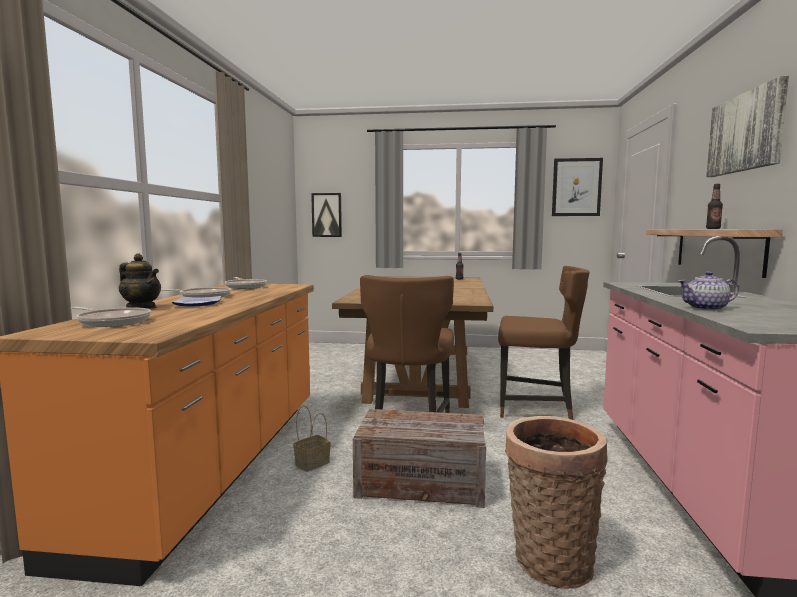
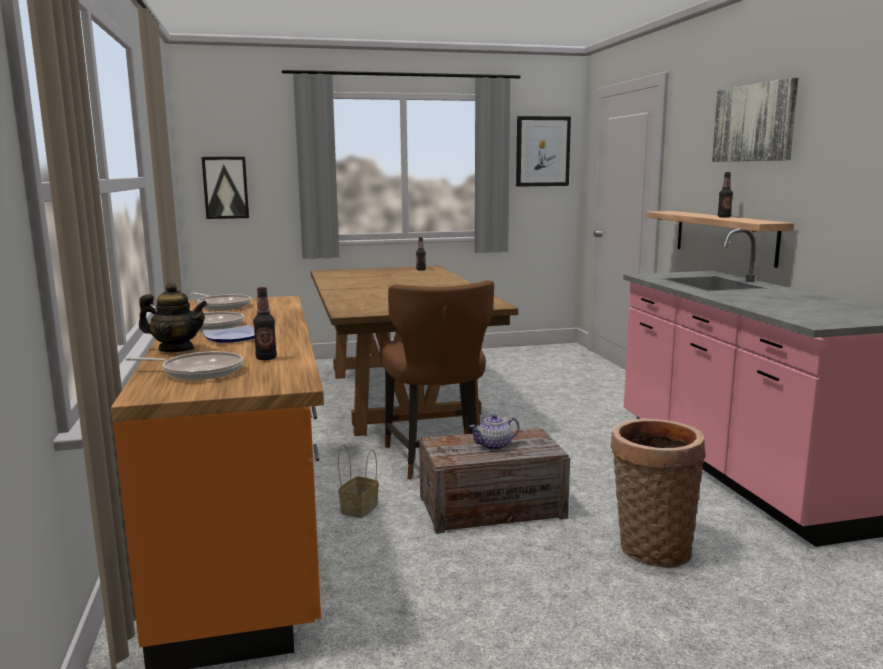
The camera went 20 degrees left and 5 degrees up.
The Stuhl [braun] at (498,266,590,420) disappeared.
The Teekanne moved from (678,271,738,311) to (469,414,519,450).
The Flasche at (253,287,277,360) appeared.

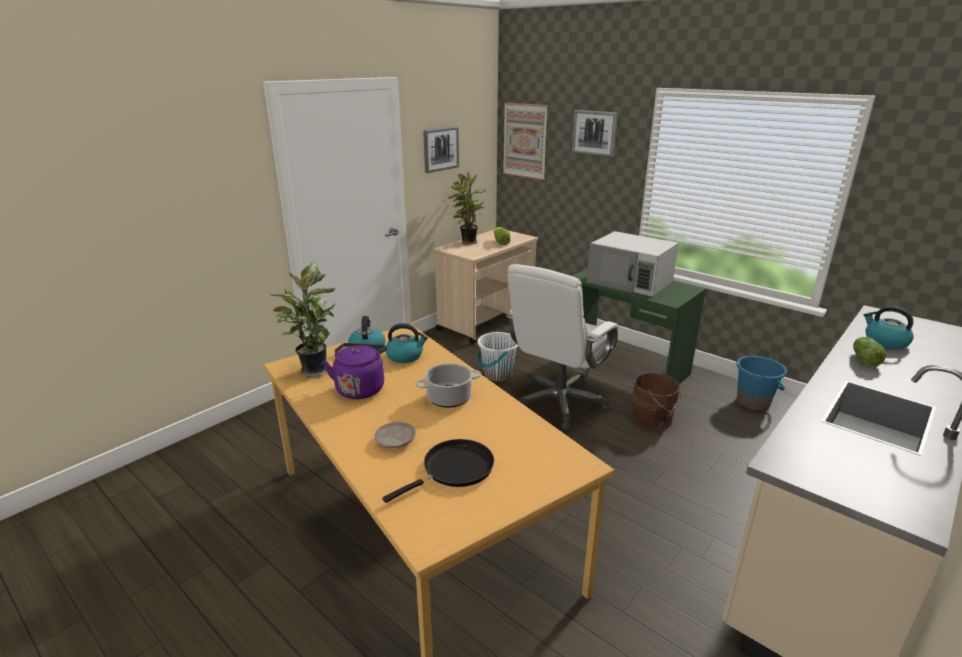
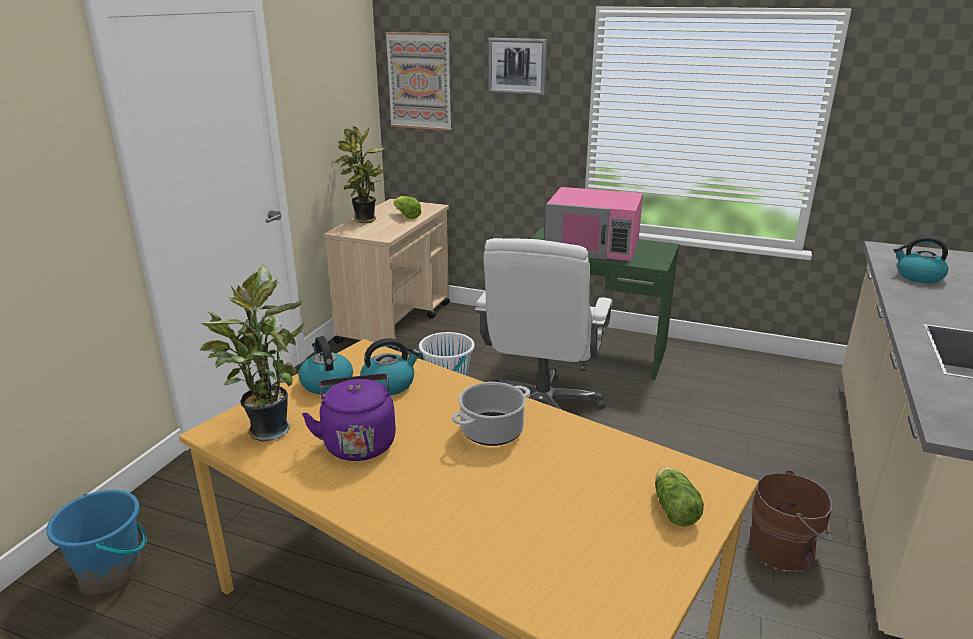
The camera went 20 degrees left and 0 degrees up.
The Bild at (423,126,459,173) disappeared.
The Mikrowelle [weiß] at (587,231,679,297) became the Mikrowelle [rosa] at (545,187,643,261).
The Salatkopf moved from (853,337,886,367) to (655,468,704,526).
The Eimer [blau] moved from (737,356,787,410) to (46,490,147,594).
The Eimer [braun] moved from (632,373,681,430) to (749,470,832,570).
The Teller [beige] at (374,422,416,448) disappeared.
The Pfanne [schwarz] at (382,439,494,503) disappeared.

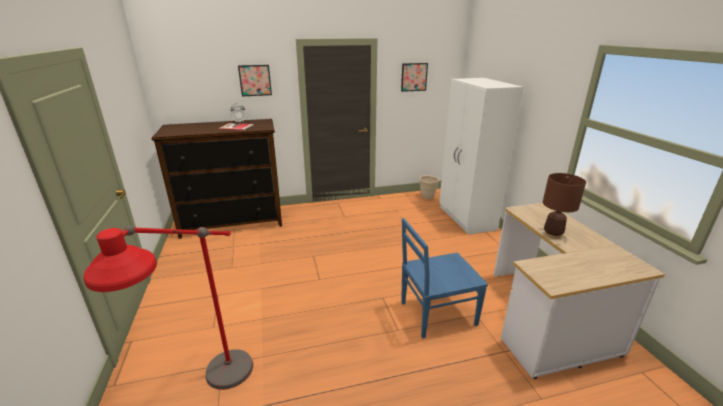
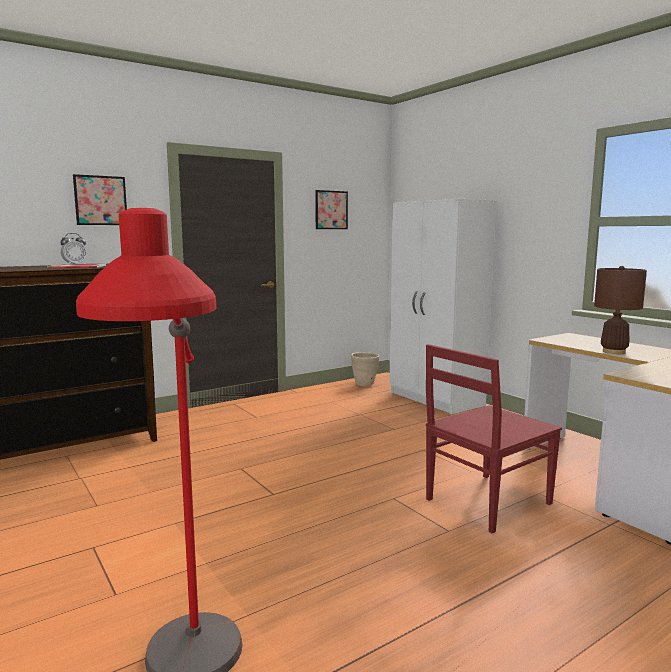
The camera went 20 degrees left and 15 degrees down.
The Stuhl [blau] at (401,218,488,339) became the Stuhl [rot] at (426,344,562,533).

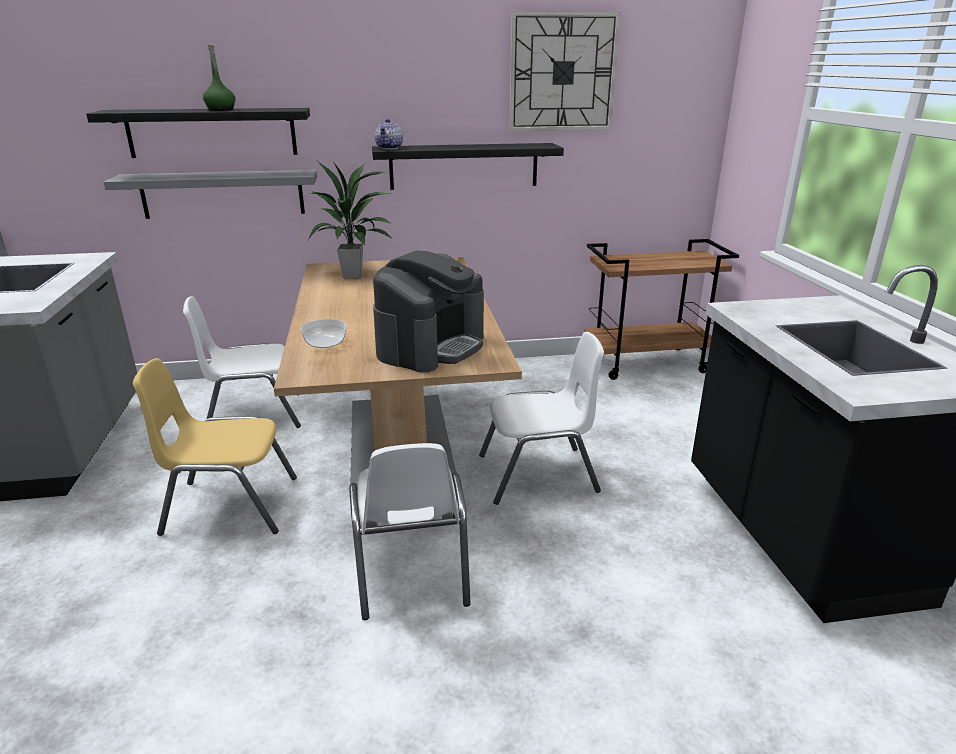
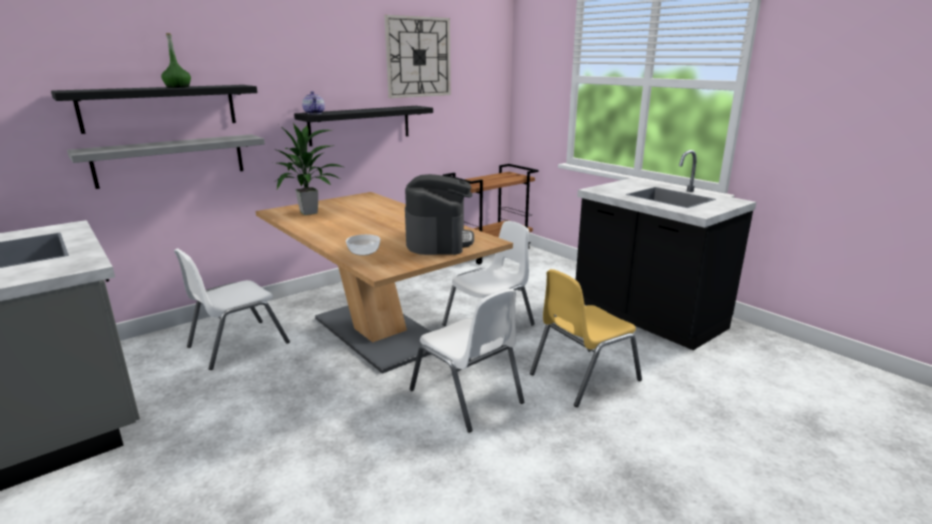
The camera went 30 degrees left and 5 degrees down.
The Stuhl [gelb] moved from (133,358,297,536) to (530,269,642,407).

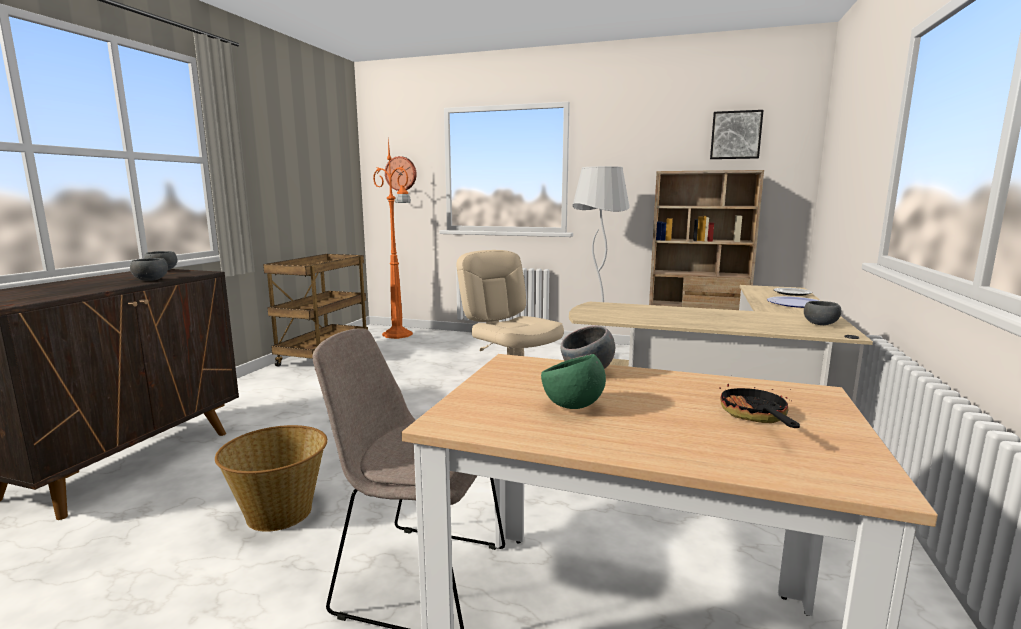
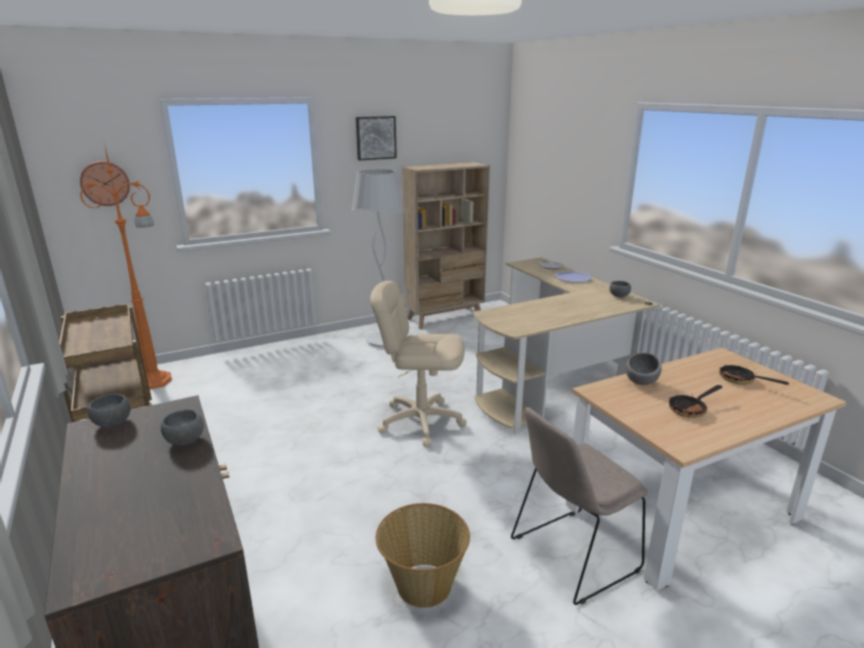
The camera went 45 degrees left and 10 degrees up.
The Bild moved from (710,110,764,159) to (356,116,397,161).
The Schüssel [grün] at (541,354,606,409) was replaced by the Pfanne at (669,385,722,418).

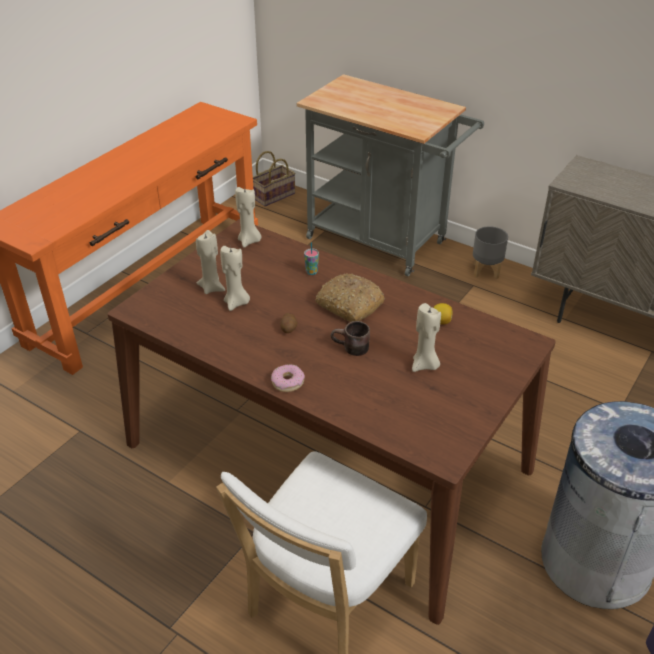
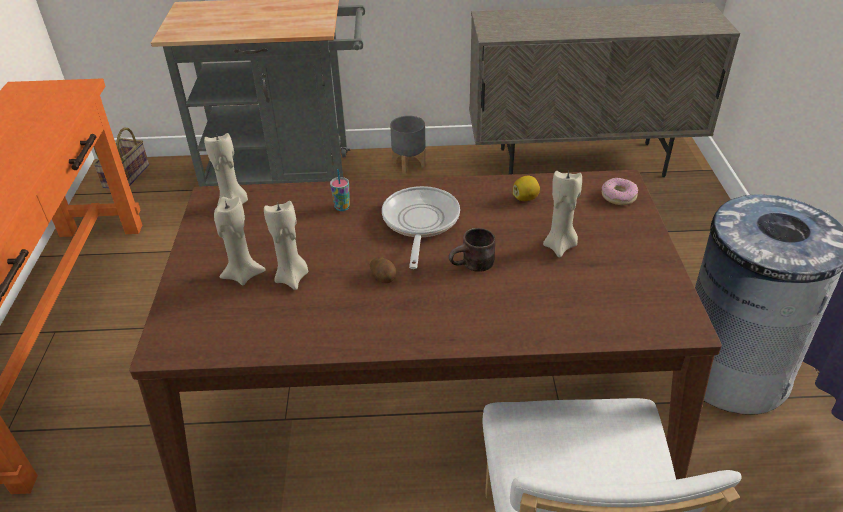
The camera went 35 degrees left and 0 degrees up.
The Brot at (315,273,385,322) was replaced by the Pfanne at (382,186,460,269).
The Donut moved from (271,364,305,392) to (602,178,638,205).

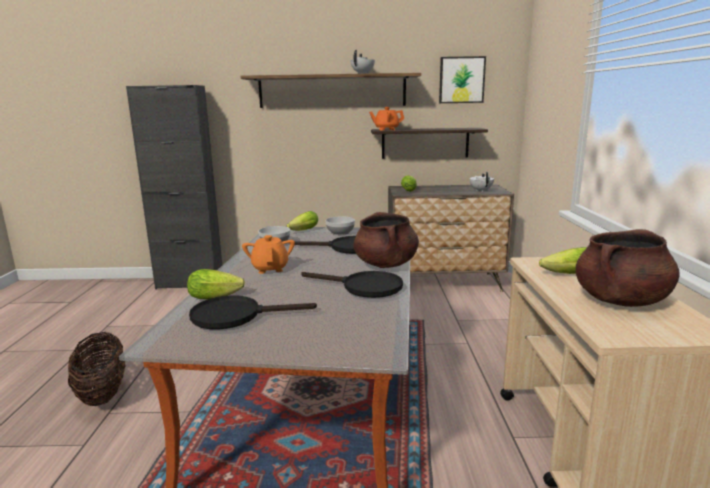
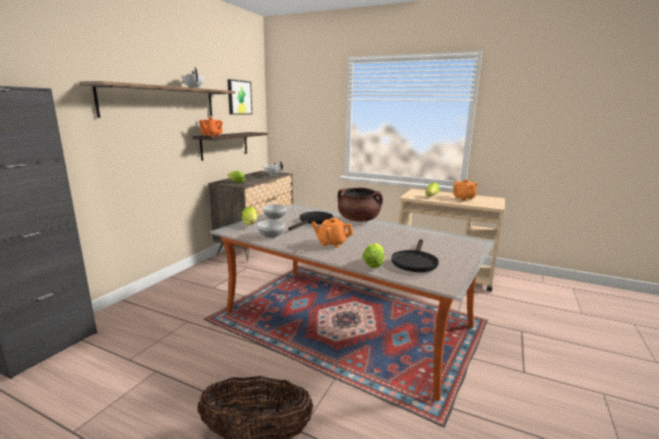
The camera went 65 degrees left and 0 degrees up.
The Kochtopf [braun] at (576,229,679,307) was replaced by the Teekanne [orange] at (453,179,478,201).
The Pfanne [schwarz] at (302,271,403,298) disappeared.

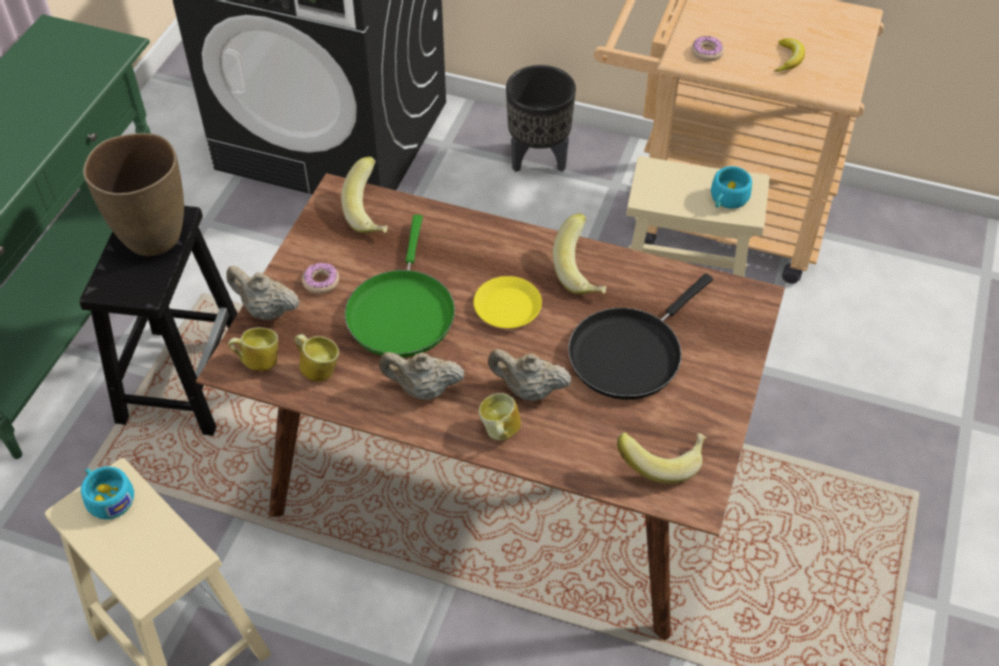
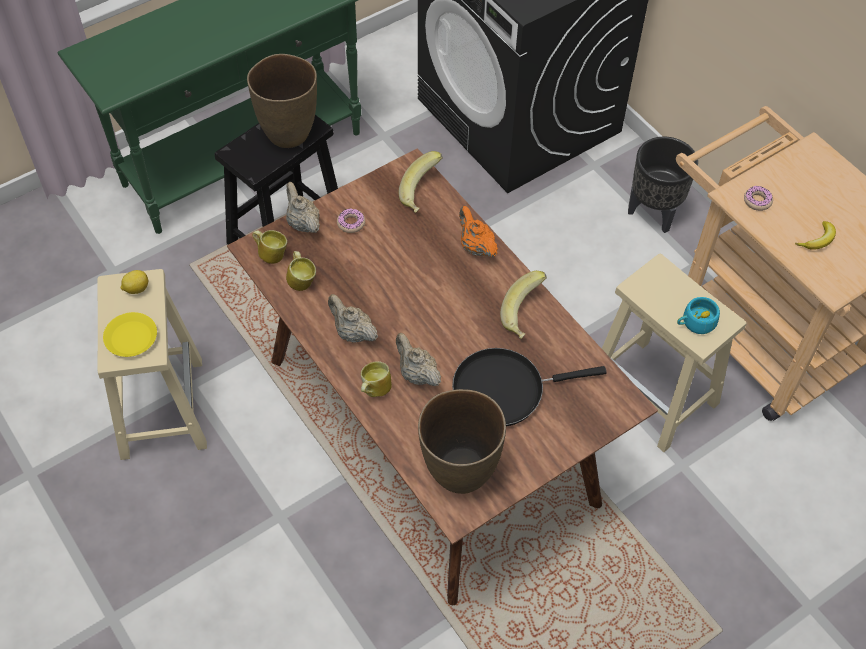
The camera went 35 degrees right and 5 degrees up.
The Pfanne [grün] at (345,214,455,358) disappeared.
The Teller [gelb] moved from (474,276,542,328) to (103,312,157,357).
The Banane at (617,433,707,484) was replaced by the Vase [braun] at (418,389,506,494).
The Tasse [türkis] at (81,466,134,519) was replaced by the Zitrone at (121,270,148,294).
The Teekanne [orange] at (459,206,498,257) appeared.

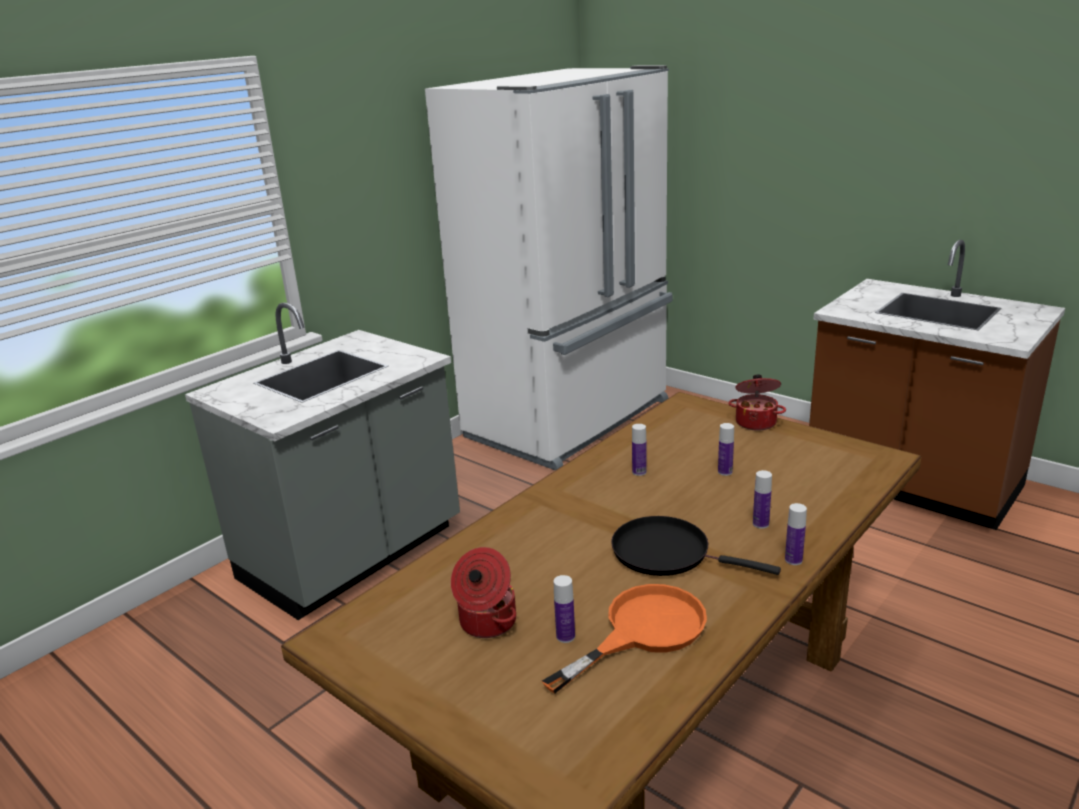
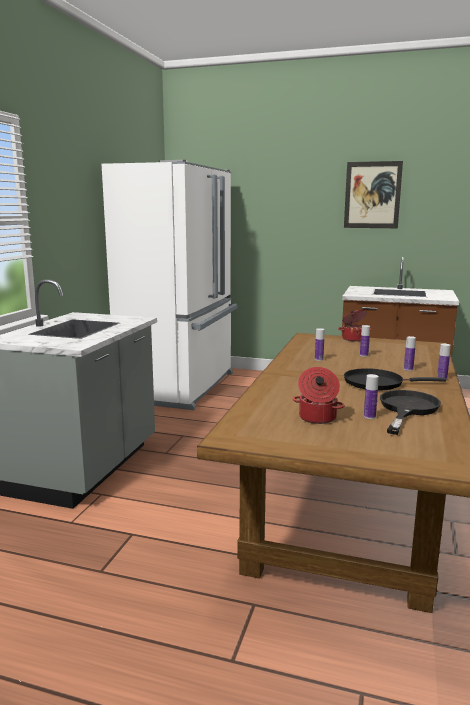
The camera went 25 degrees left and 10 degrees down.
The Pfanne [orange] at (542,584,707,694) became the Pfanne [schwarz] at (380,390,441,435).
The Bild at (344,161,403,228) appeared.

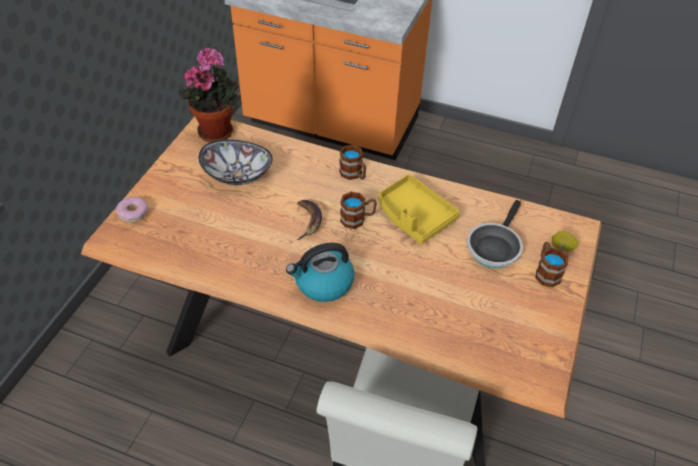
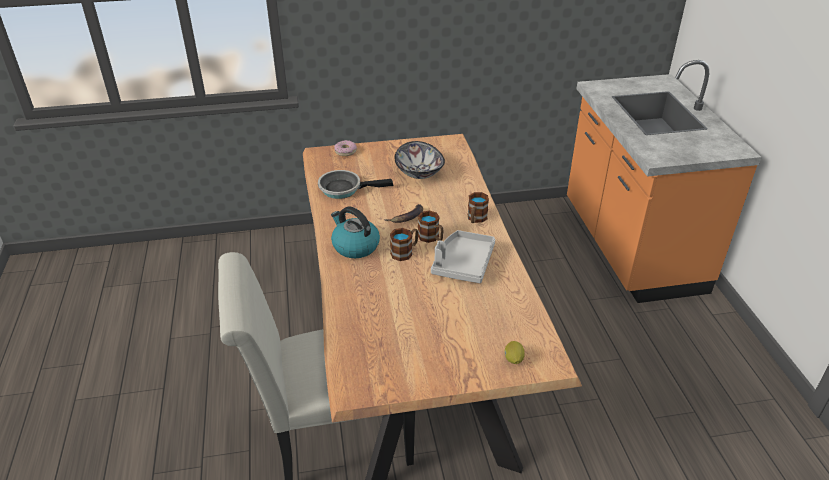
The camera went 60 degrees right and 10 degrees down.
The Topfpflanze at (179,47,241,142) disappeared.
The Tablett [gelb] at (378,174,460,244) became the Tablett [grau] at (431,230,495,283).
The Pfanne moved from (467,200,523,268) to (318,170,393,199).
The Henkelbecher moved from (536,242,568,287) to (390,228,418,261).

